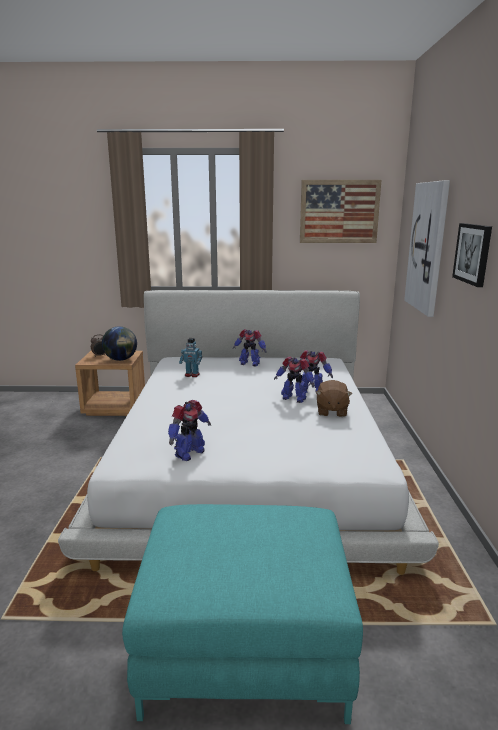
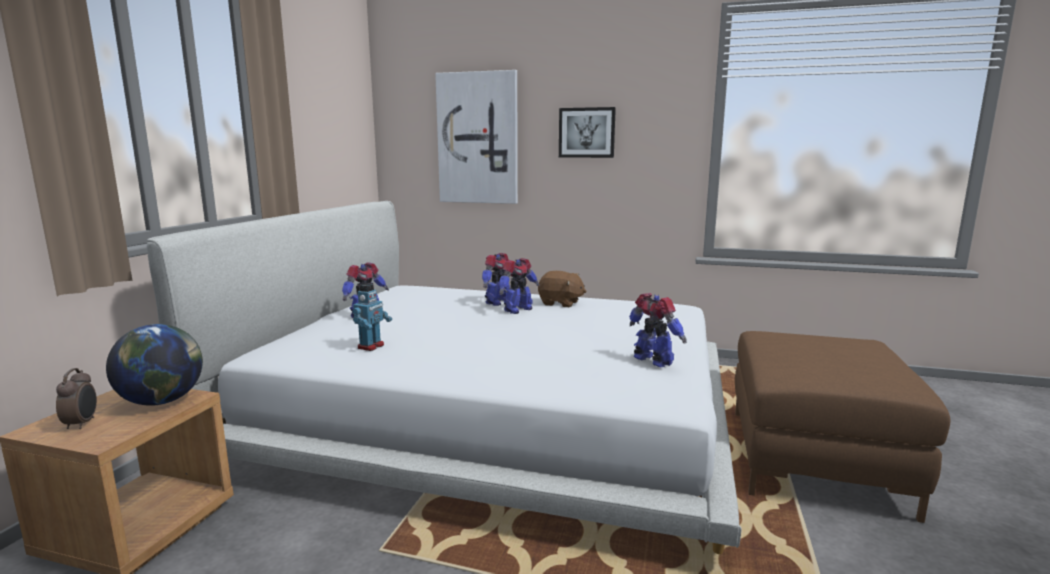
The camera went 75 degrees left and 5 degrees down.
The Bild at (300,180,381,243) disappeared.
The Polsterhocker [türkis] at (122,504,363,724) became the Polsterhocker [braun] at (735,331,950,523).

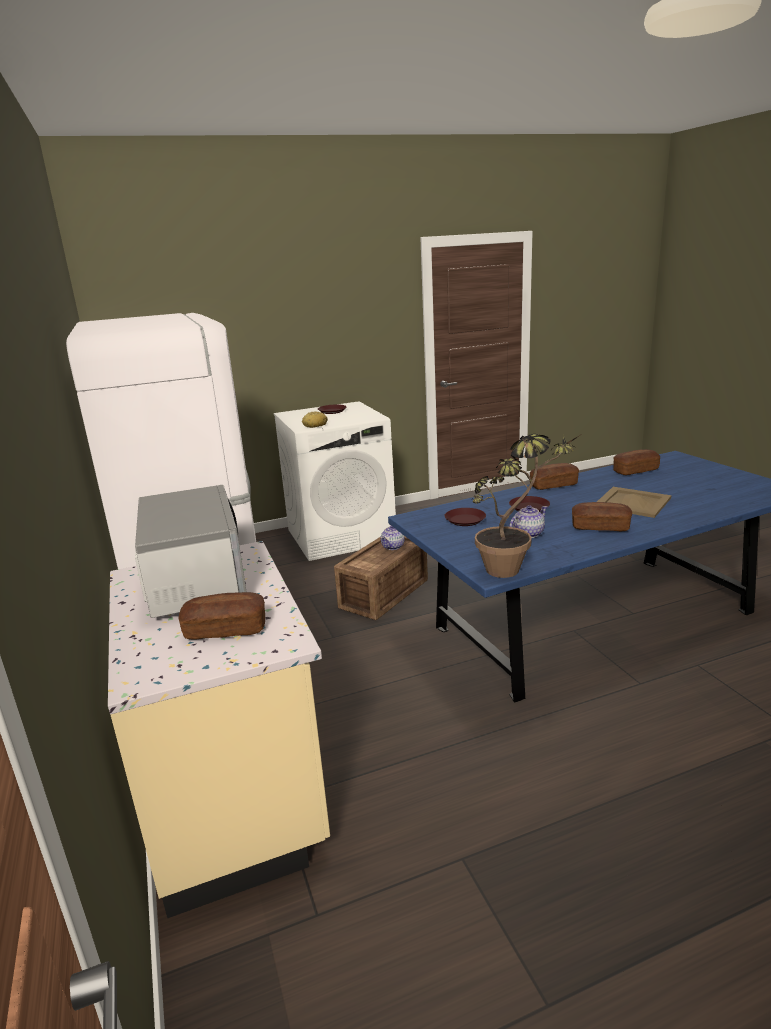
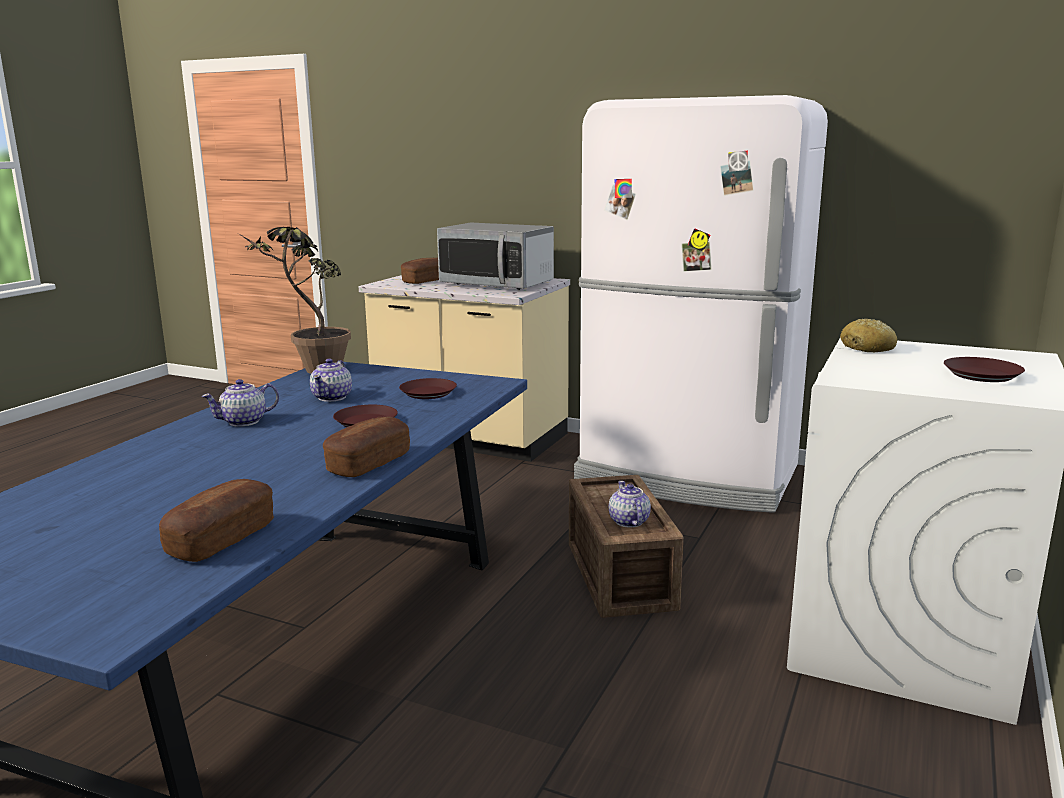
The camera went 135 degrees right and 5 degrees down.
The Tablett [beige] at (597,487,671,518) disappeared.
The Brot at (572,502,632,531) was replaced by the Teekanne at (201,379,279,427).

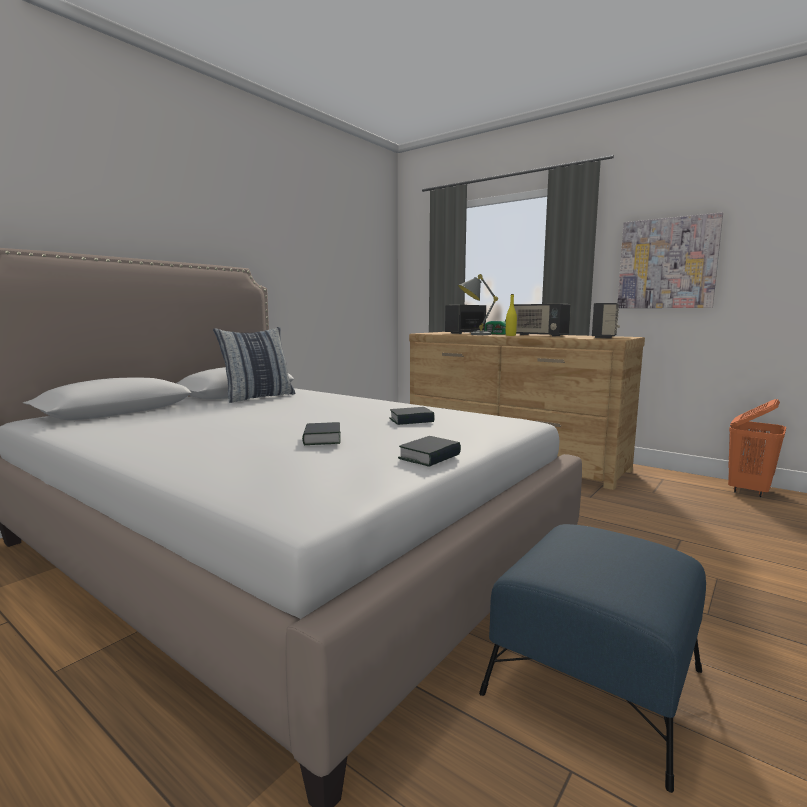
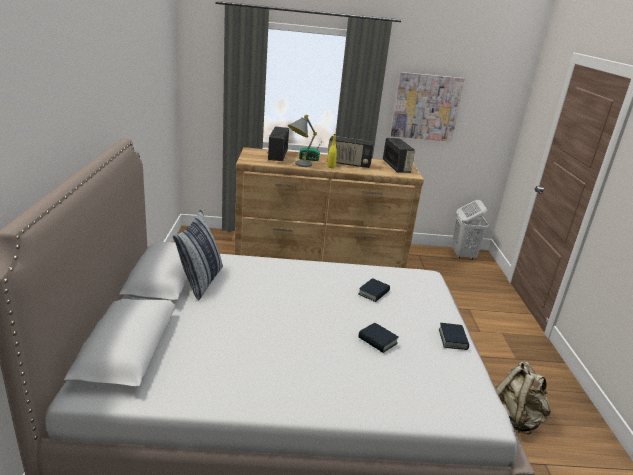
The camera went 40 degrees left and 15 degrees up.
The Wäschekorb [orange] at (728,399,786,497) became the Wäschekorb [weiß] at (452,200,489,260).
The Polsterhocker [blau] at (479,524,706,793) was replaced by the Rucksack [beige] at (496,361,551,435).

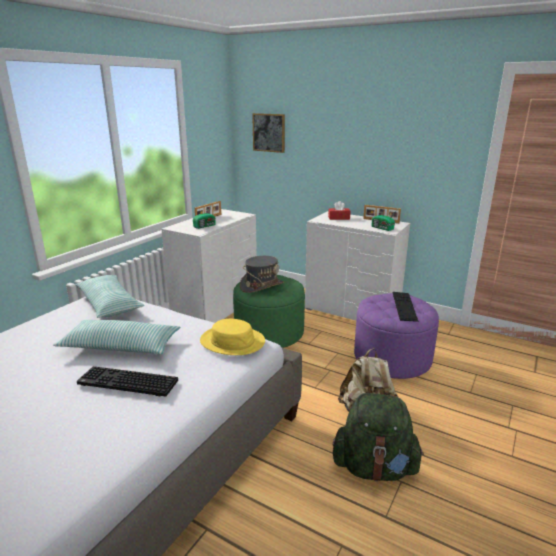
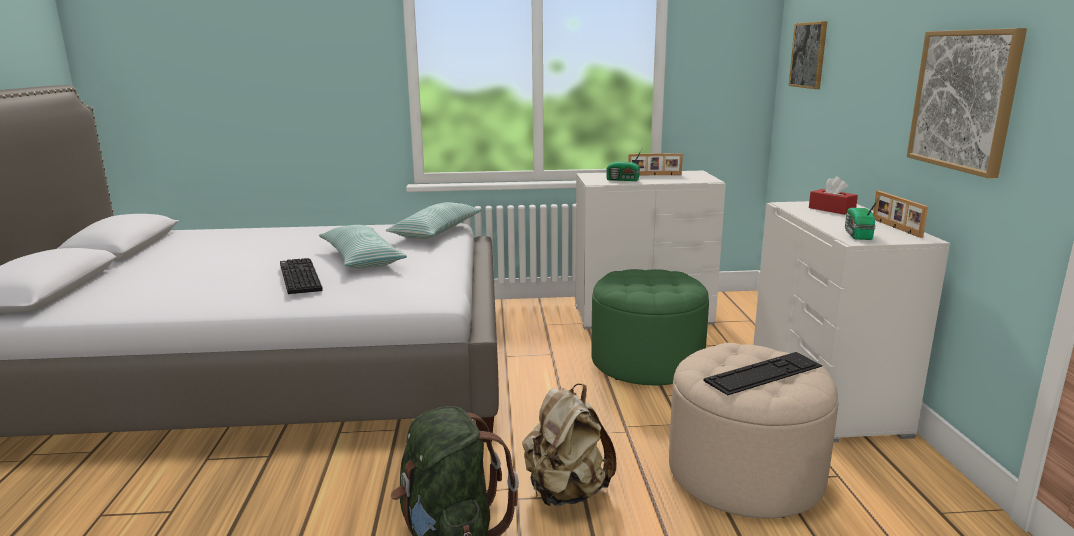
The camera went 55 degrees right and 5 degrees down.
The Hut [grau] at (240,256,284,293) disappeared.
The Polsterhocker [lila] at (354,293,439,379) became the Polsterhocker [beige] at (669,343,838,519).
The Hut [gelb] at (200,319,265,355) disappeared.
The Bild at (907,28,1027,179) appeared.

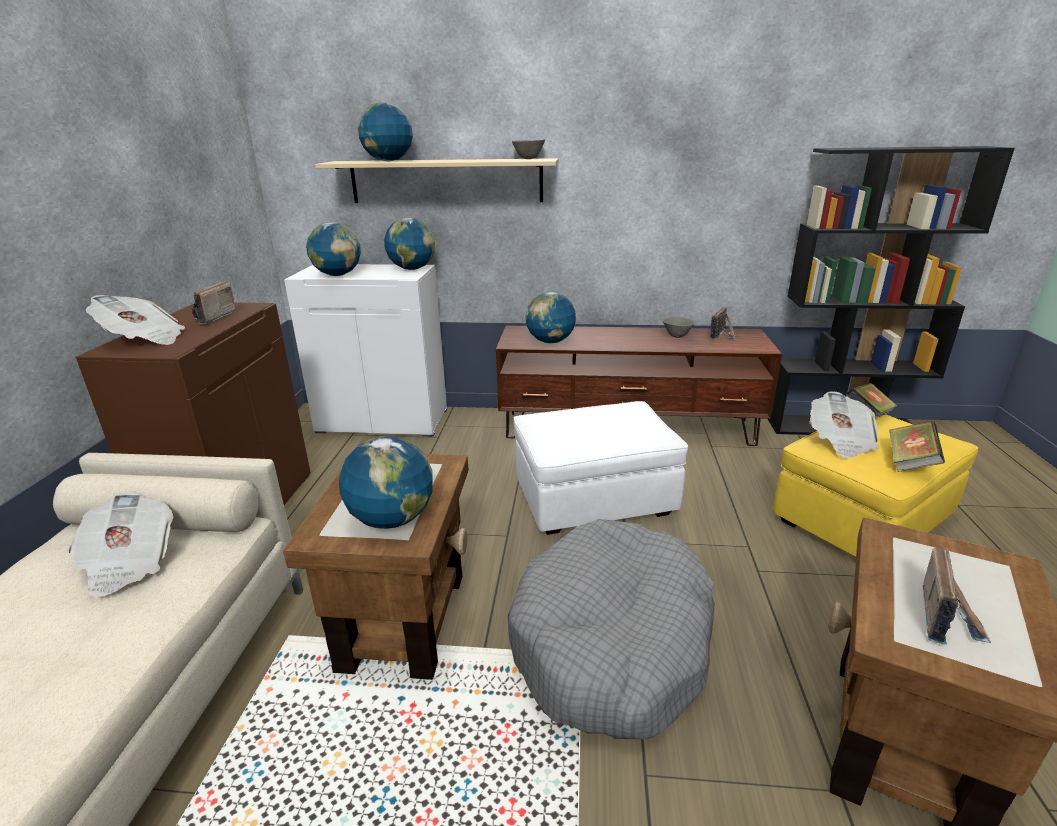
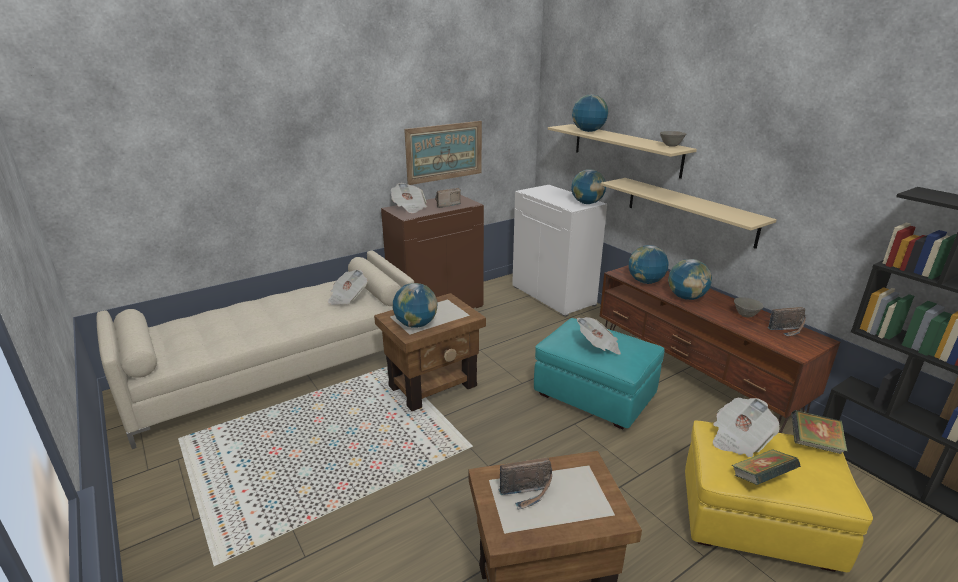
The camera went 50 degrees right and 0 degrees up.
The Globus moved from (306,222,361,276) to (668,259,712,300).
The Polsterhocker [weiß] at (514,401,688,535) became the Polsterhocker [türkis] at (534,318,665,430).
The Hundebett [grau] at (508,519,715,739) disappeared.
The Bild at (404,121,482,185) appeared.
The Wandregal [beige] at (601,178,777,249) appeared.
The Zeitung at (577,317,620,355) appeared.

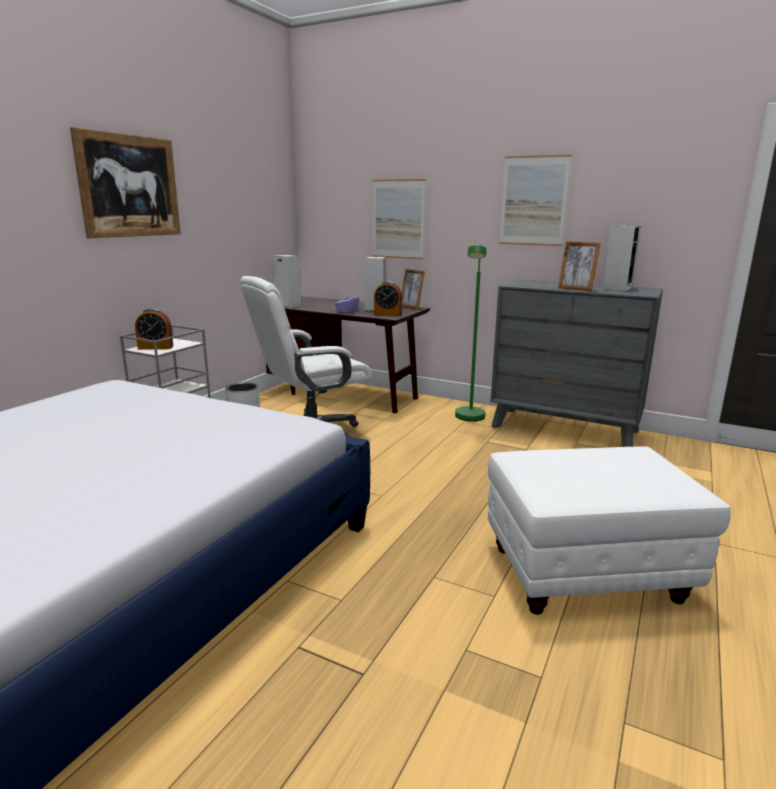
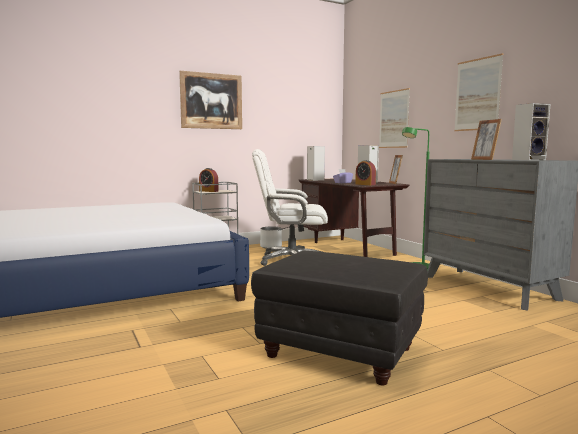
The camera went 35 degrees right and 10 degrees down.
The Polsterhocker [weiß] at (488,446,731,615) became the Polsterhocker [schwarz] at (251,251,428,386).

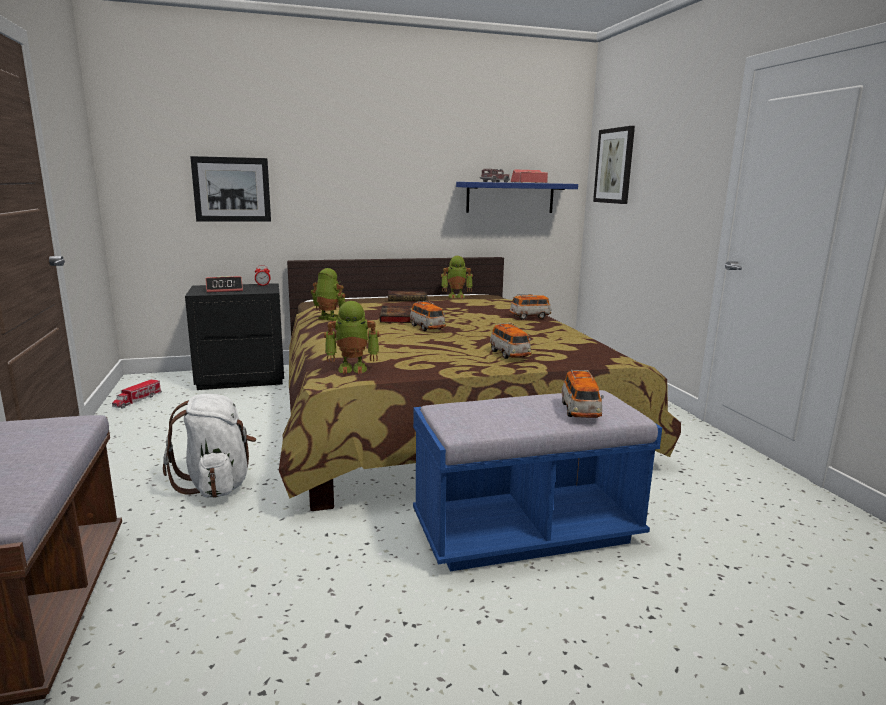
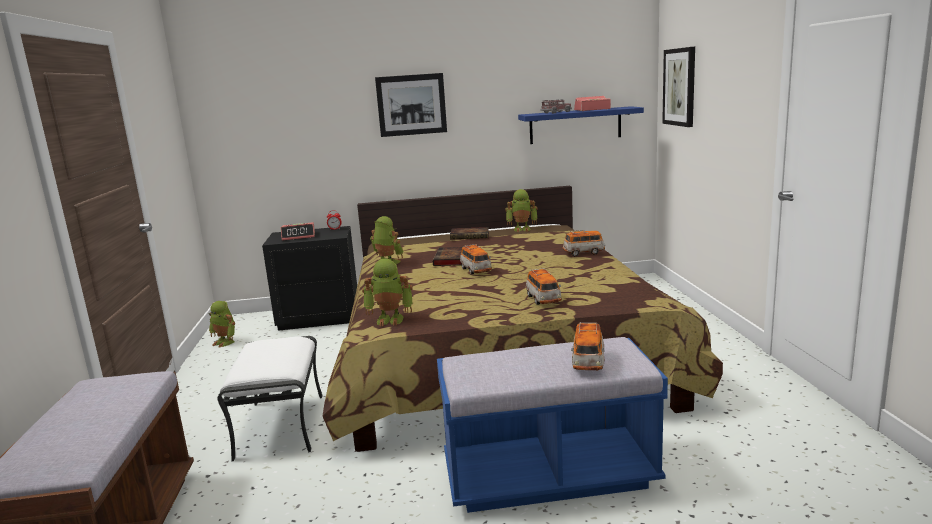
The camera went 10 degrees right and 0 degrees up.
The Bild moved from (190,156,271,222) to (375,73,447,137).
The Spielzeuglaster at (112,379,162,409) was replaced by the Spielzeugroboter at (209,301,235,348).
The Rucksack [weiß] at (163,394,256,498) was replaced by the Polsterhocker [weiß] at (217,336,323,462).

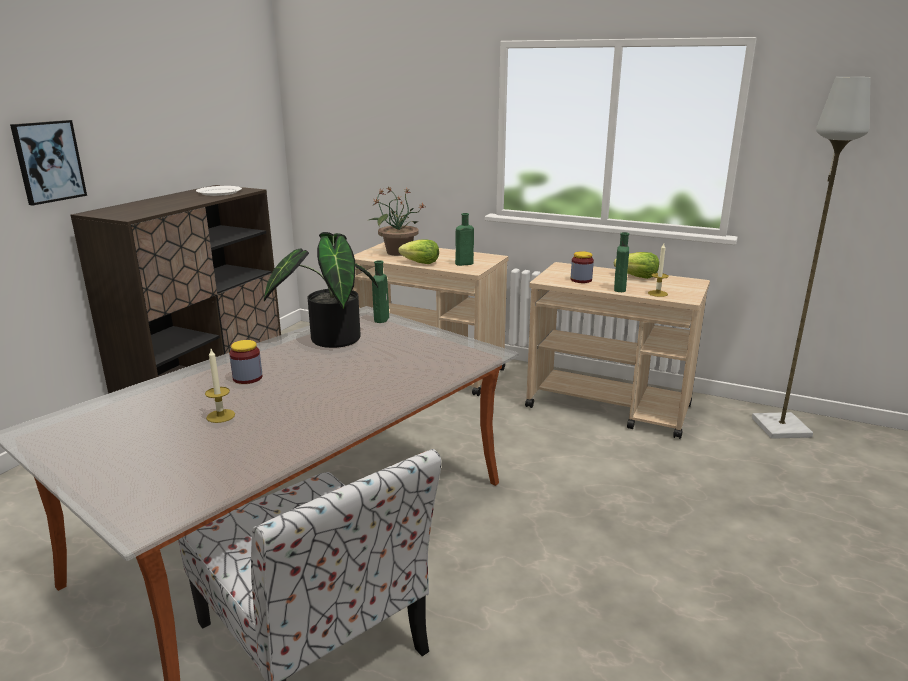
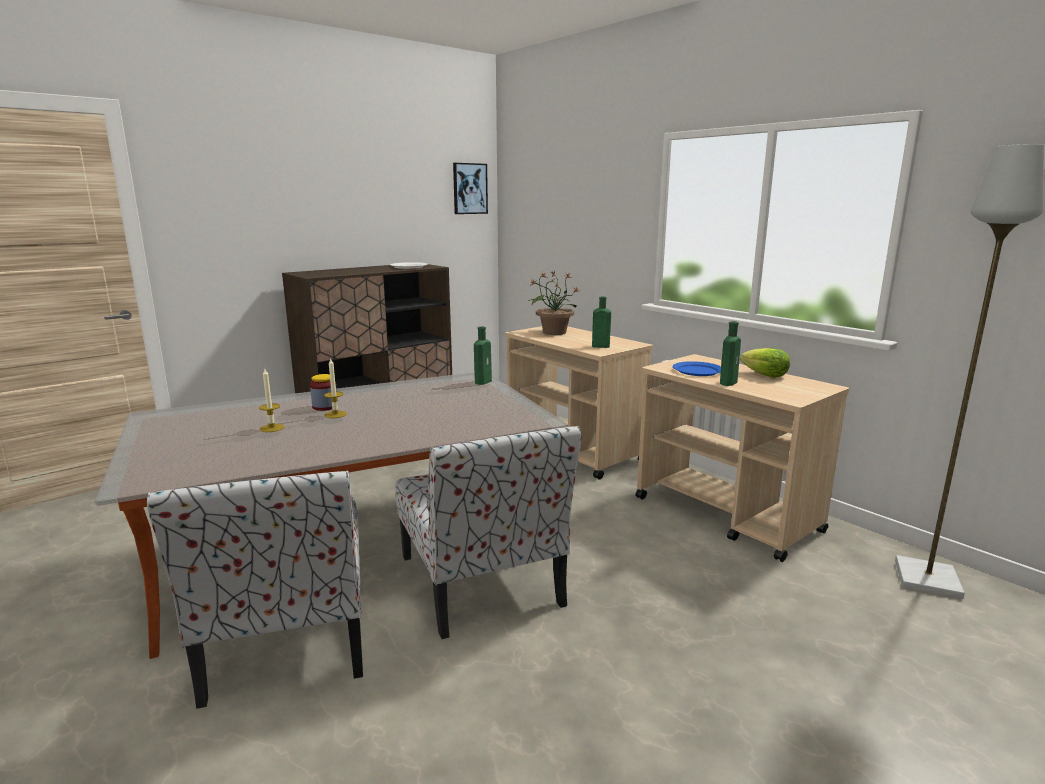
The camera went 25 degrees right and 5 degrees down.
The Bild moved from (10,120,87,206) to (453,163,488,214).
The Topfpflanze at (264,232,378,348) disappeared.
The Salatkopf at (398,240,439,264) disappeared.
The Kerze moved from (648,244,669,297) to (324,359,347,418).
The Vorratsglas at (571,251,594,283) was replaced by the Teller [blau] at (673,361,721,376).
The Stuhl at (395,426,582,639) appeared.

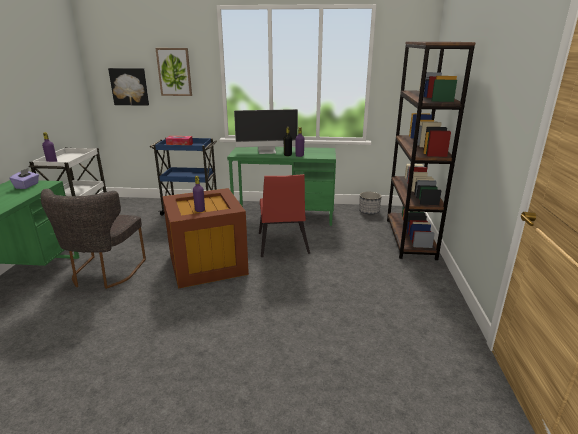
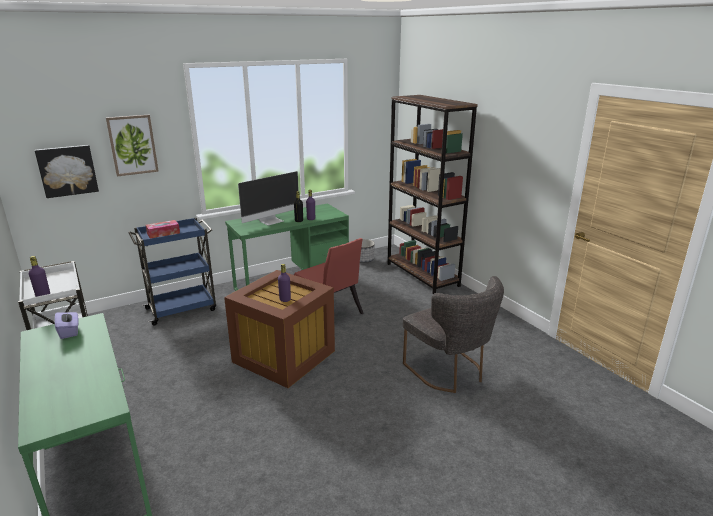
The camera went 35 degrees left and 0 degrees up.
The Stuhl [grau] moved from (41,189,146,289) to (403,276,504,393).

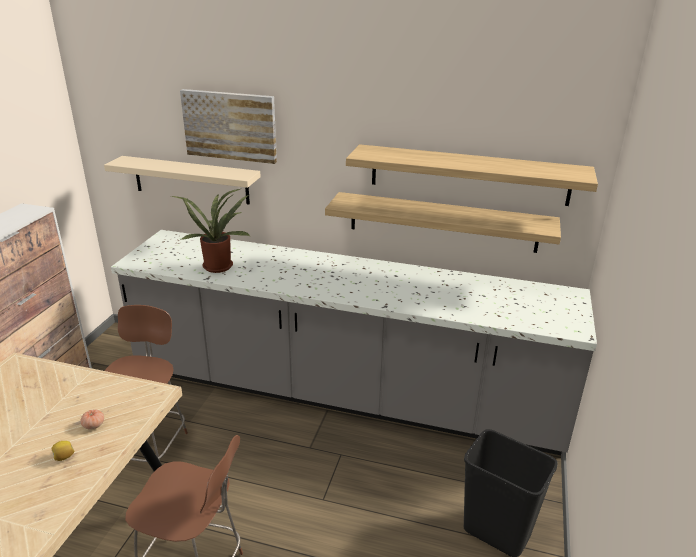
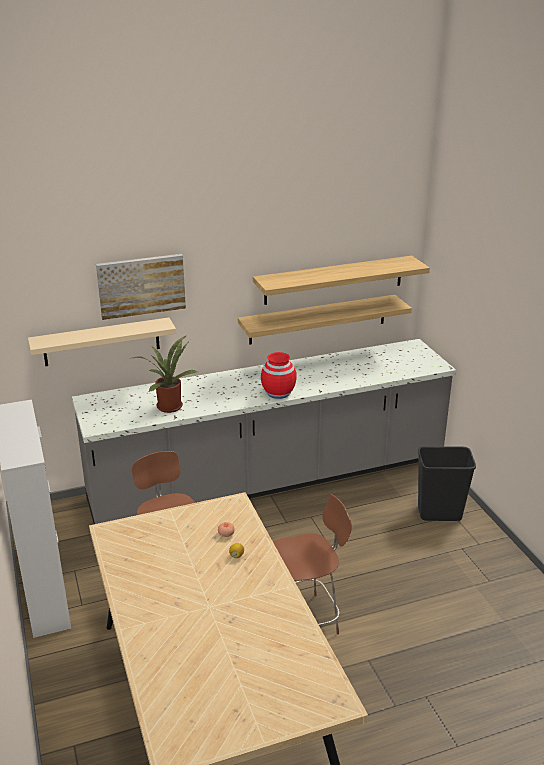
The camera went 35 degrees left and 0 degrees up.
The Vase [rot] at (261,352,297,399) appeared.

